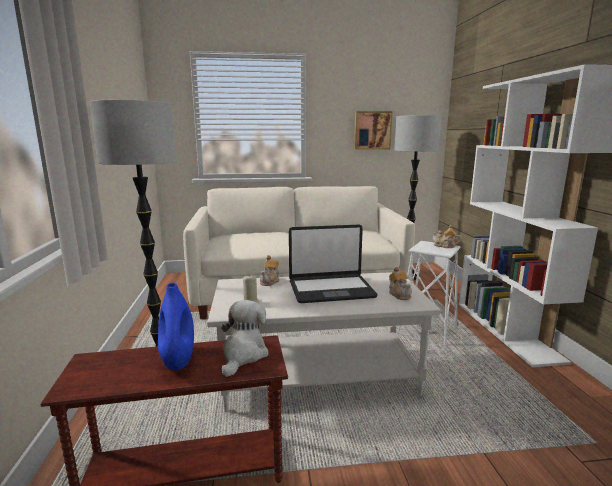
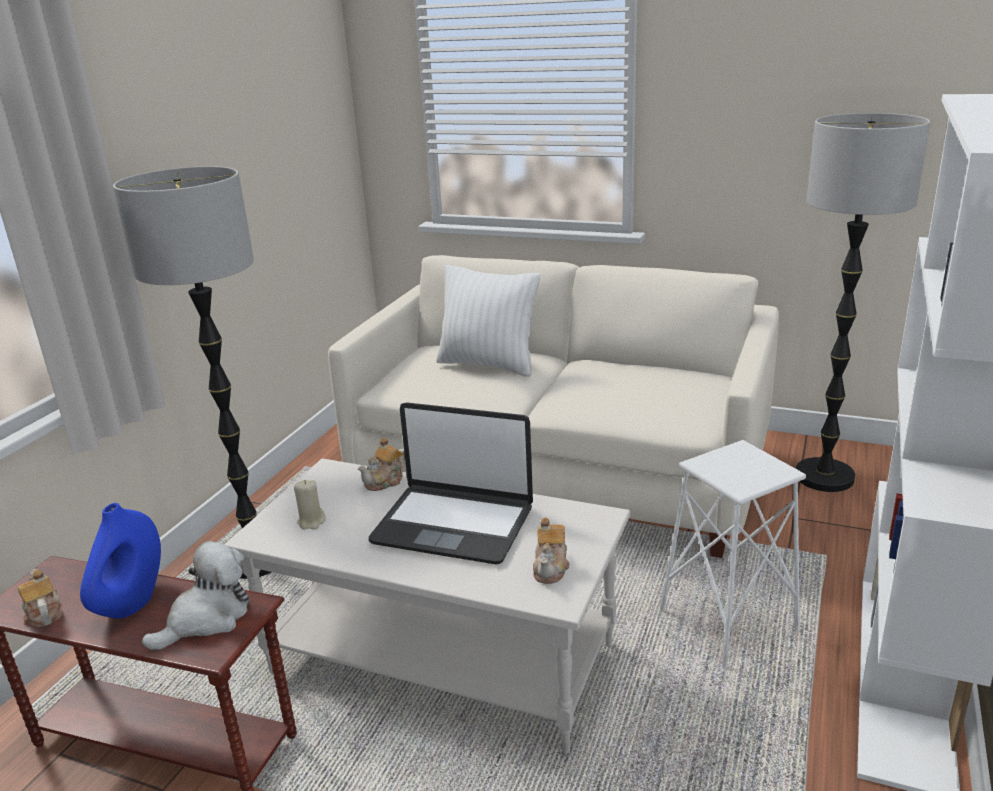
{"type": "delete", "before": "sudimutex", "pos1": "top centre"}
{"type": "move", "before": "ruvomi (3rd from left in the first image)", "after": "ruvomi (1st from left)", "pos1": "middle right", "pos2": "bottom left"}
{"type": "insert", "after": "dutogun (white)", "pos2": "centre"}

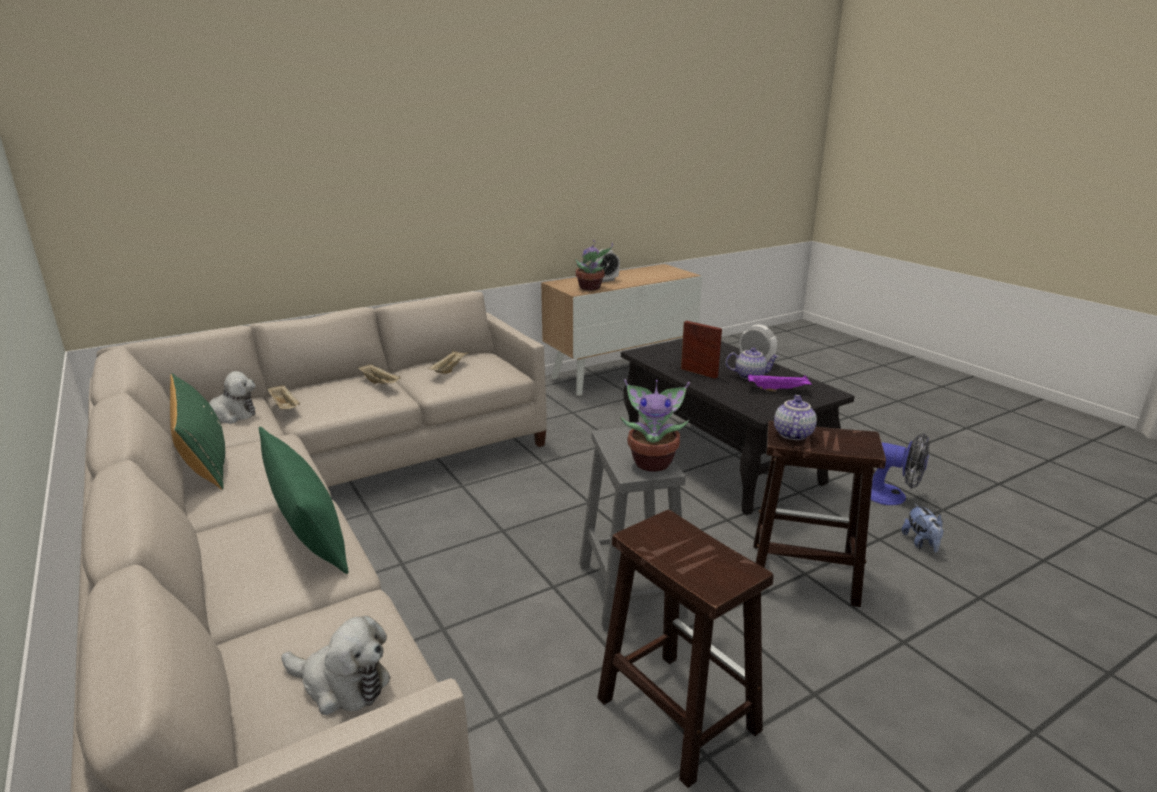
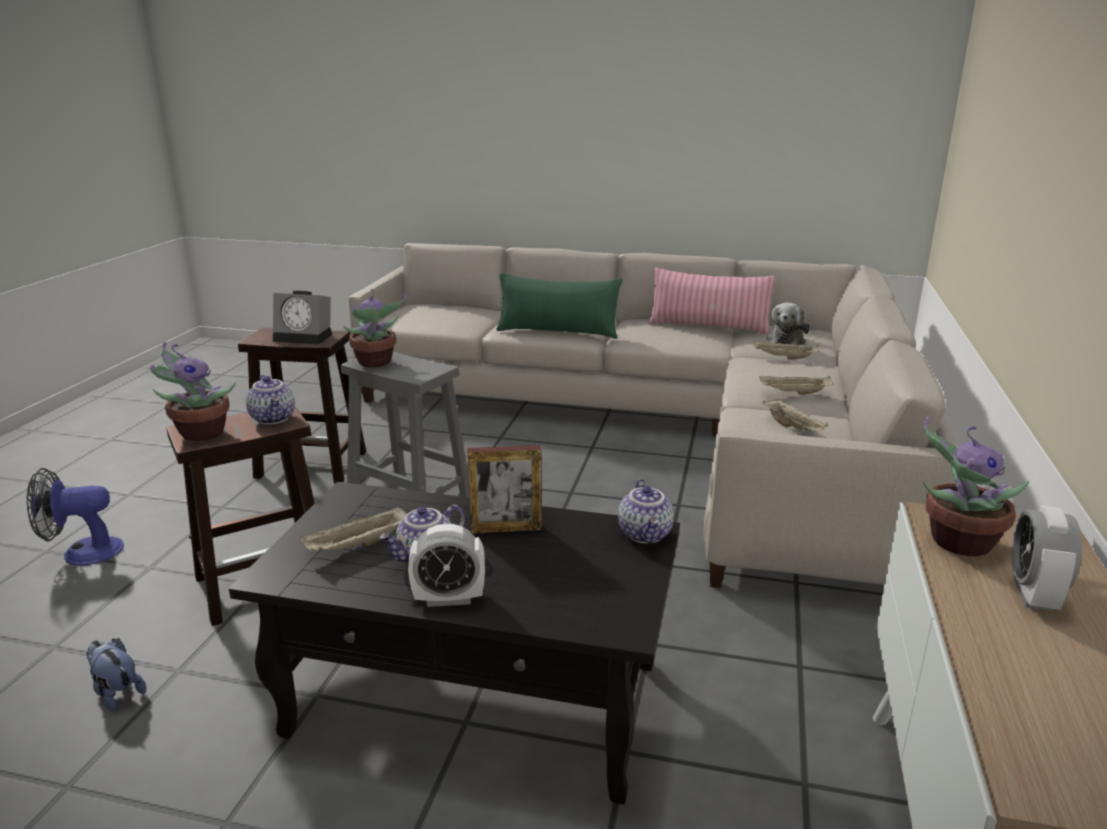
{"type": "recolor", "before": "dutogun (green) (1st from left)", "after": "dutogun (pink)", "pos1": "middle left", "pos2": "centre"}
{"type": "recolor", "before": "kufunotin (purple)", "after": "kufunotin (beige) (1st from left)", "pos1": "middle right", "pos2": "middle left"}
{"type": "move", "before": "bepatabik", "pos1": "middle right", "pos2": "middle left"}
{"type": "delete", "before": "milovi (2nd from left)", "pos1": "bottom left"}
{"type": "insert", "after": "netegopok (1st from left)", "pos2": "middle left"}
{"type": "insert", "after": "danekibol (1st from left)", "pos2": "middle left"}
{"type": "insert", "after": "ruvomi (3rd from left)", "pos2": "centre"}

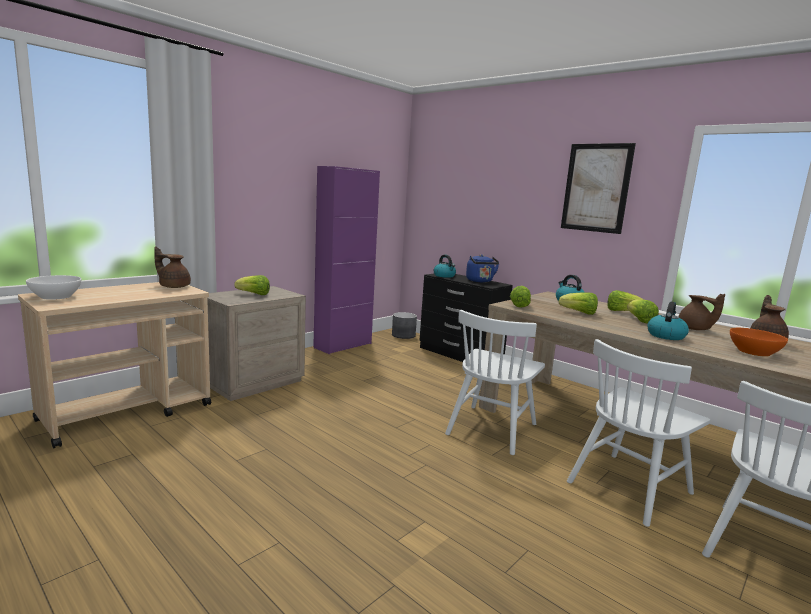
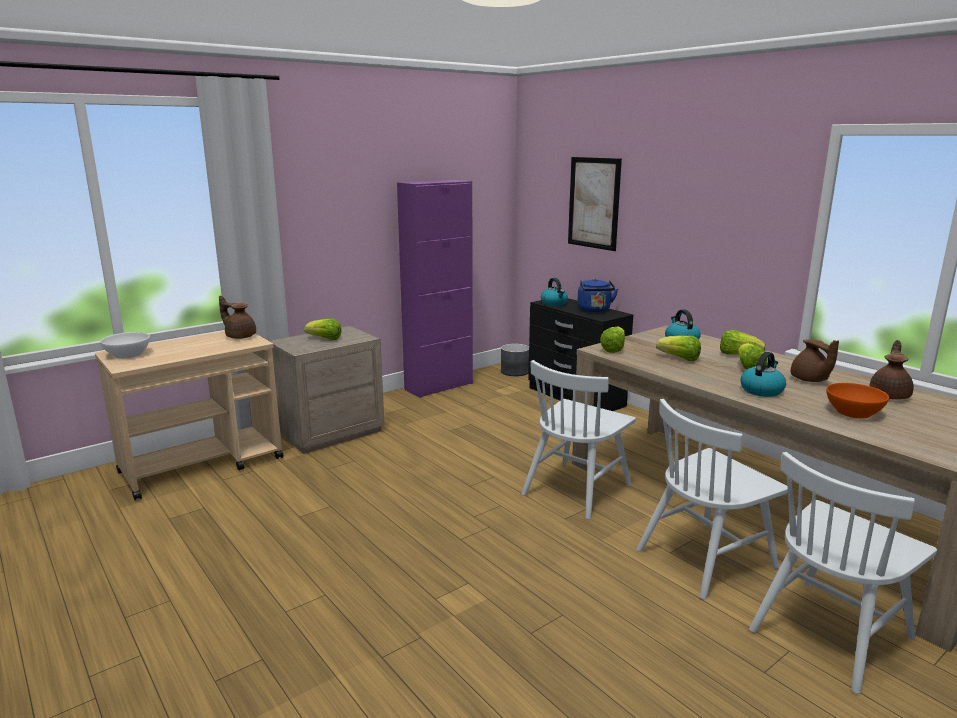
{"type": "move", "before": "sudimutex", "pos1": "top right", "pos2": "top centre"}

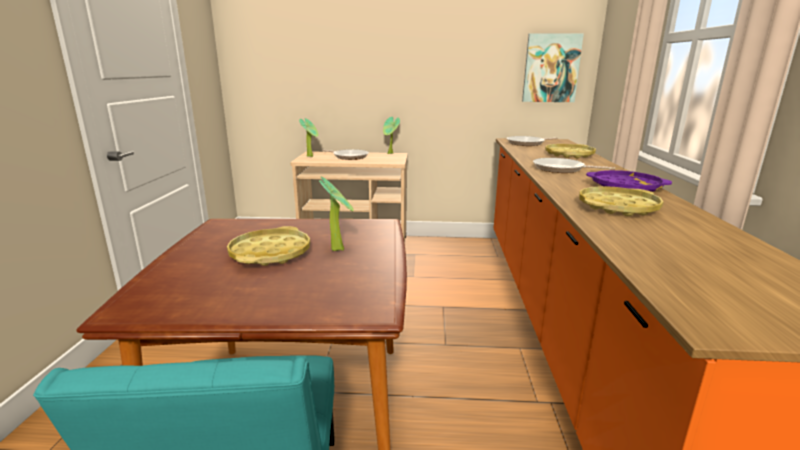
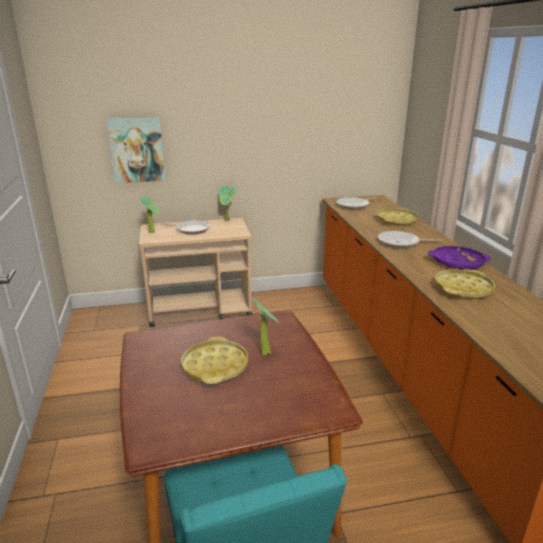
{"type": "move", "before": "sudimutex", "pos1": "top right", "pos2": "top left"}

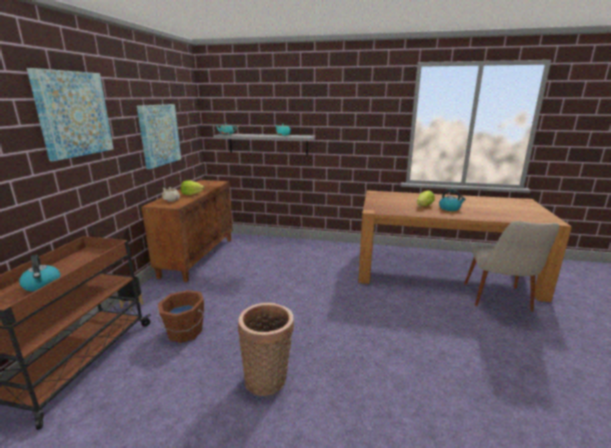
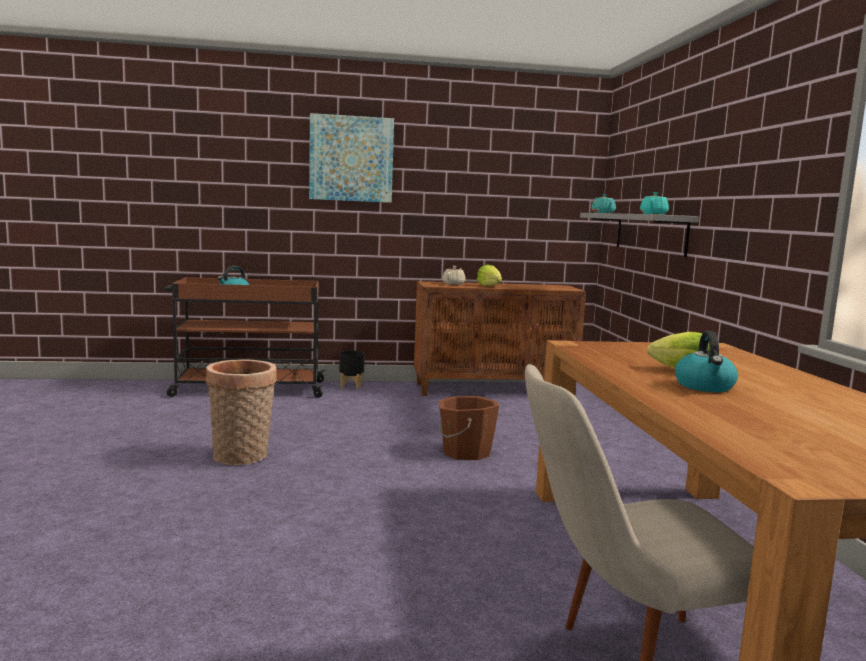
{"type": "delete", "before": "sudimutex (2nd from left)", "pos1": "top left"}
{"type": "move", "before": "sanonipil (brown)", "pos1": "bottom left", "pos2": "centre"}

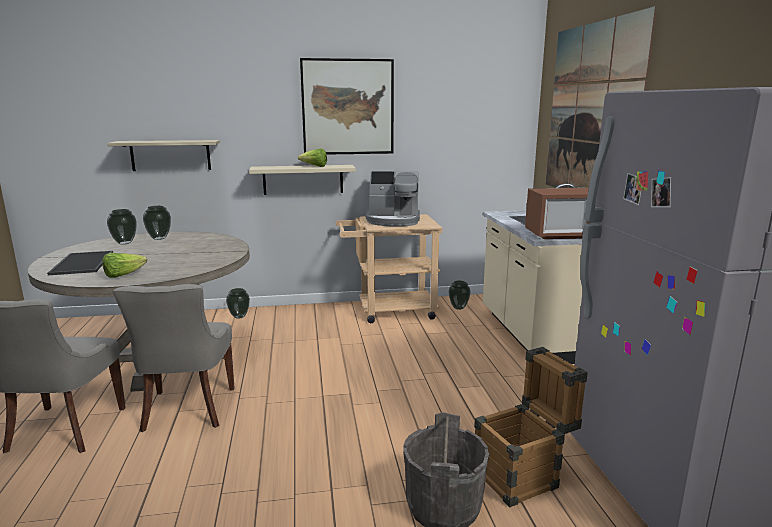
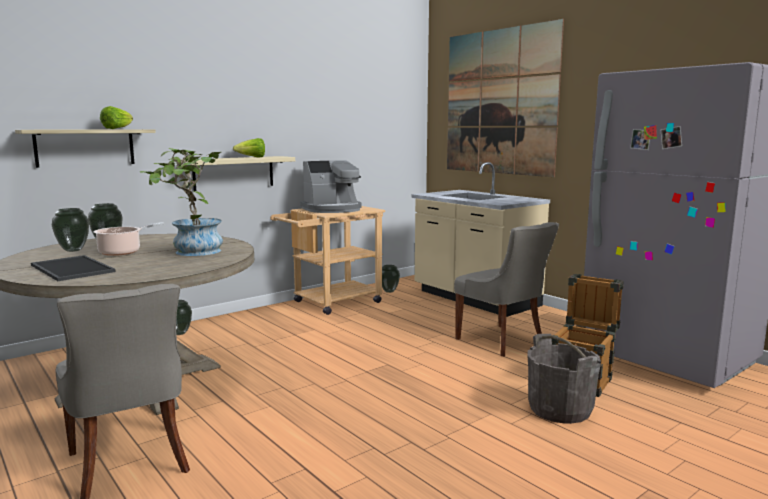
{"type": "delete", "before": "sudimutex (1st from left)", "pos1": "top centre"}
{"type": "delete", "before": "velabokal", "pos1": "middle right"}
{"type": "move", "before": "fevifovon (1st from left)", "pos1": "middle left", "pos2": "top left"}
{"type": "move", "before": "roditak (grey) (2nd from left)", "pos1": "bottom left", "pos2": "centre"}
{"type": "insert", "after": "danekibol", "pos2": "middle left"}
{"type": "insert", "after": "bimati", "pos2": "middle left"}

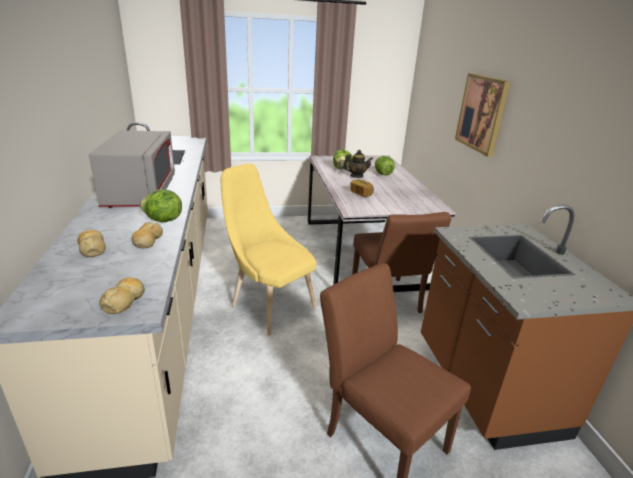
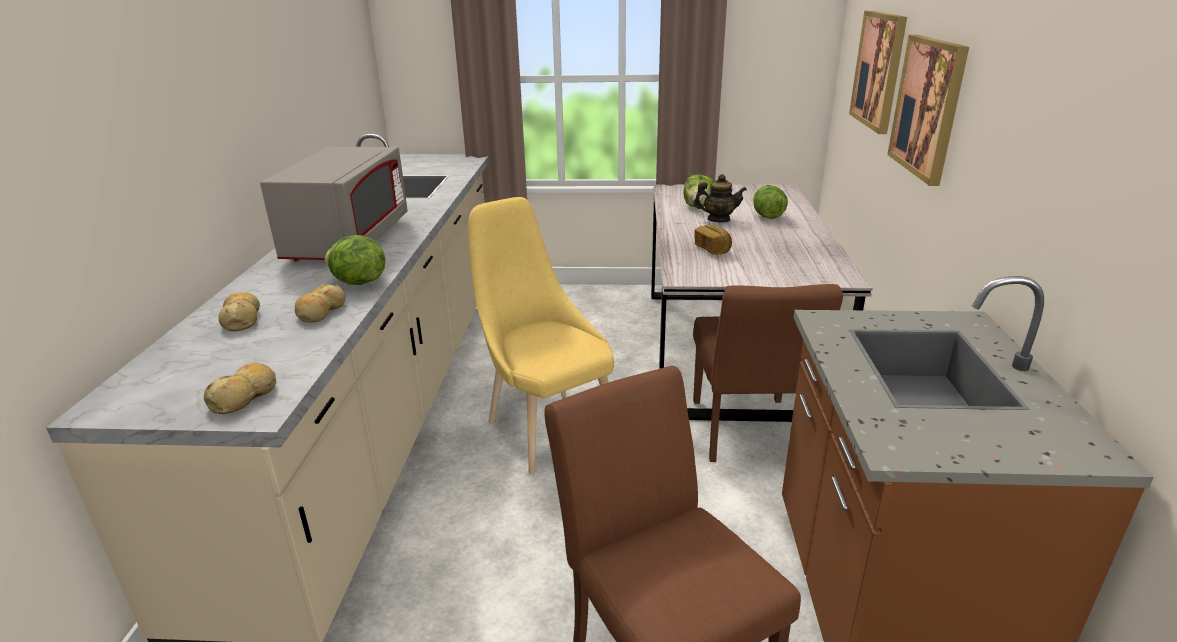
{"type": "insert", "after": "sudimutex (1st from left)", "pos2": "top right"}

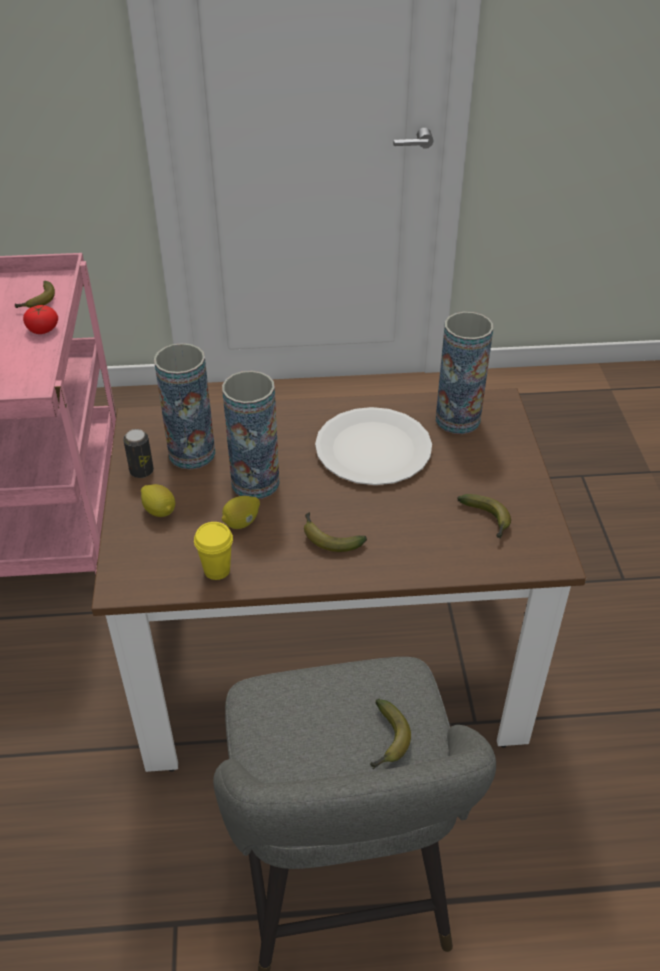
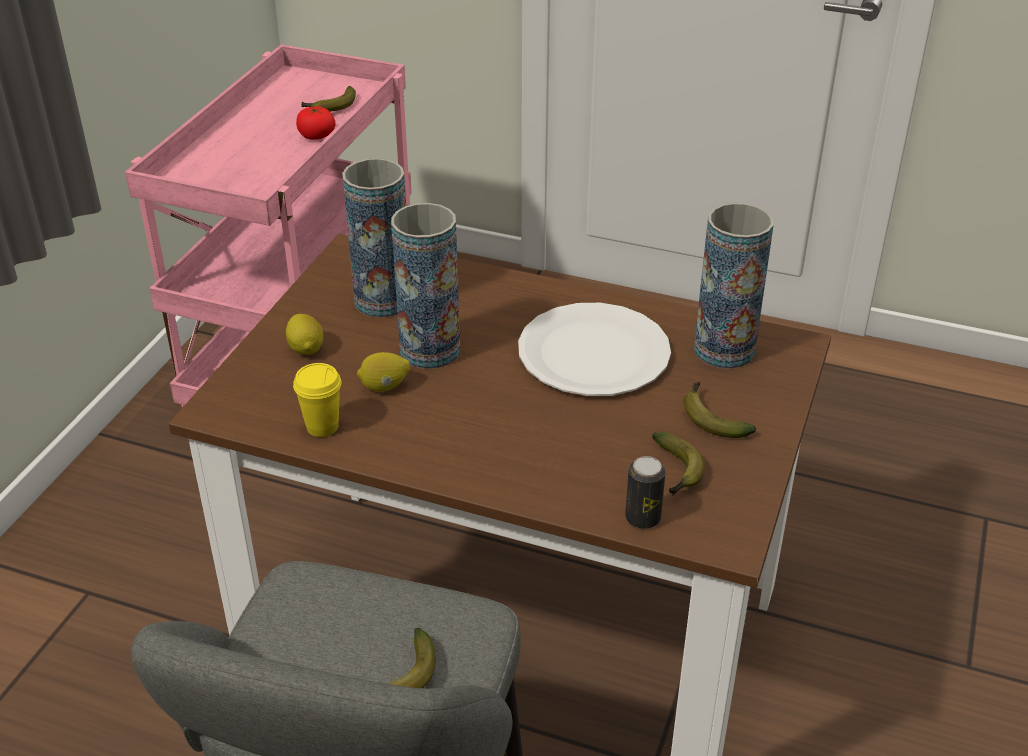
{"type": "move", "before": "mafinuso", "pos1": "middle left", "pos2": "centre"}
{"type": "move", "before": "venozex (2nd from left in the first image)", "after": "venozex (4th from left)", "pos1": "centre", "pos2": "middle right"}

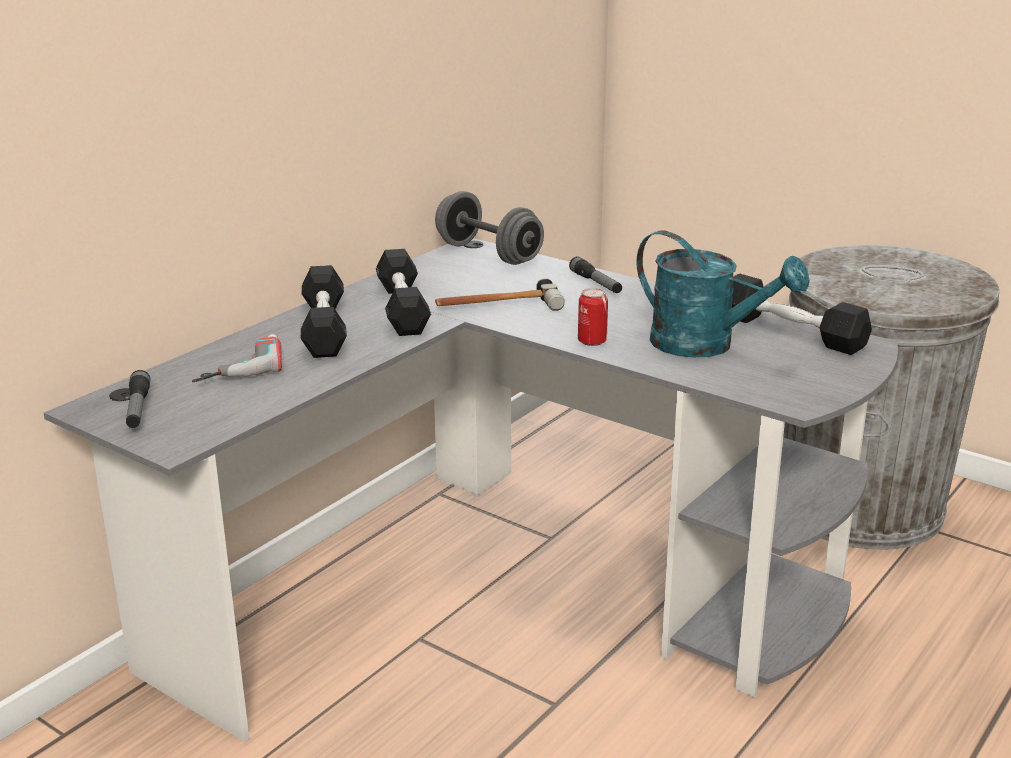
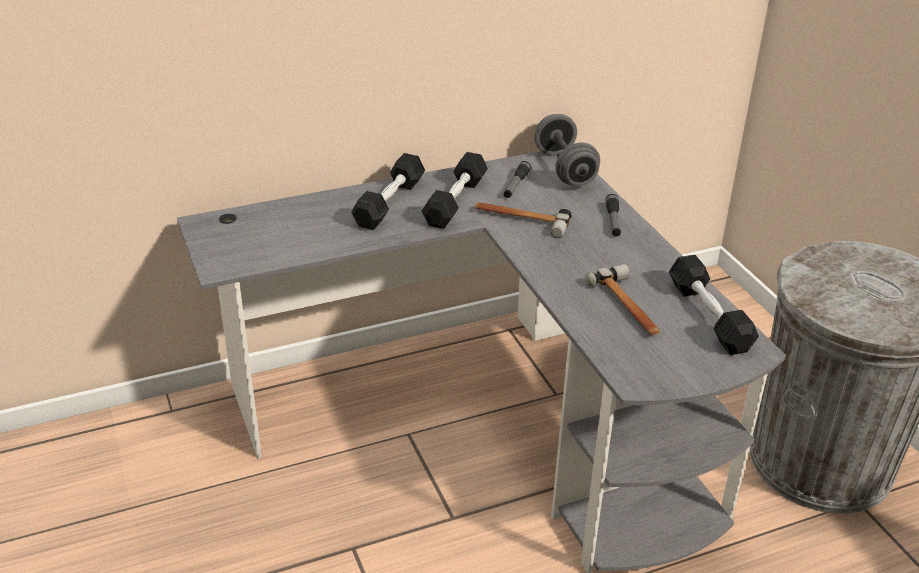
{"type": "replace", "before": "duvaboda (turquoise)", "after": "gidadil (2nd from left)", "pos1": "middle right", "pos2": "middle right"}
{"type": "delete", "before": "mafinuso", "pos1": "centre"}
{"type": "delete", "before": "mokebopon", "pos1": "middle left"}
{"type": "move", "before": "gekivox (1st from left)", "pos1": "middle left", "pos2": "top centre"}

